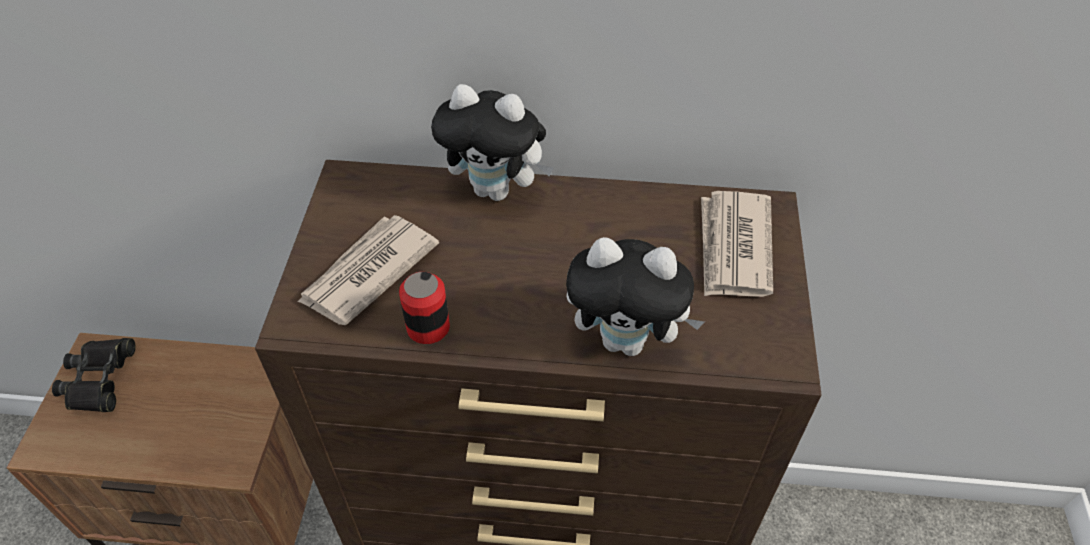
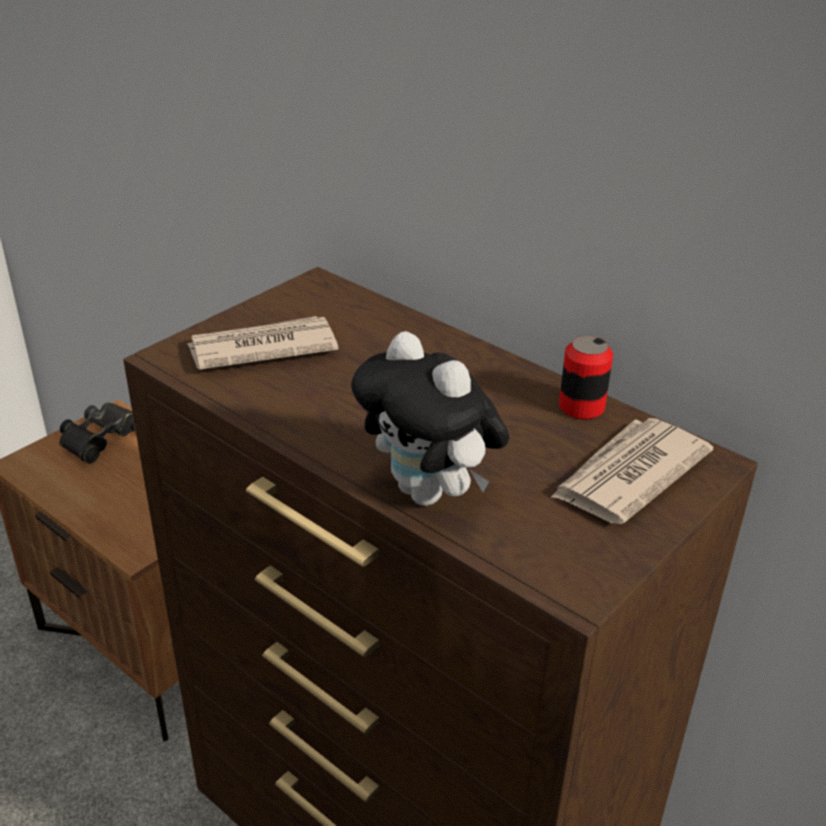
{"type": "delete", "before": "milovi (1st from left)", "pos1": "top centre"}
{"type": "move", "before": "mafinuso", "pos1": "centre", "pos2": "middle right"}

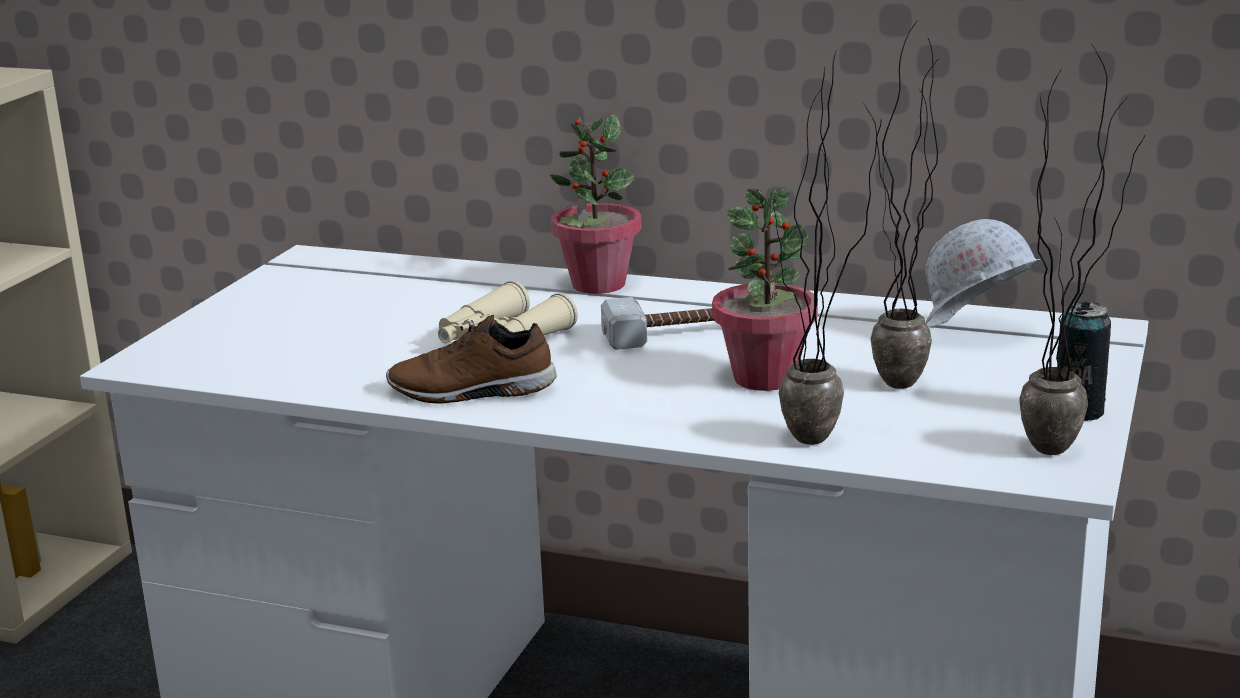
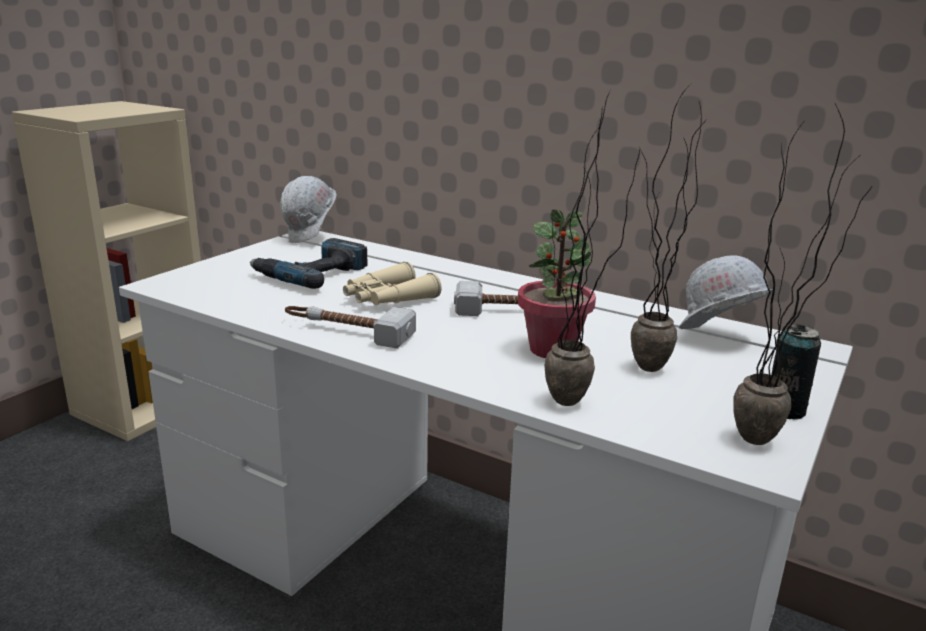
{"type": "delete", "before": "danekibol (1st from left)", "pos1": "top centre"}
{"type": "replace", "before": "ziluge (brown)", "after": "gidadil (1st from left)", "pos1": "centre", "pos2": "centre"}
{"type": "insert", "after": "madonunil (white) (1st from left)", "pos2": "top left"}
{"type": "insert", "after": "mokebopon", "pos2": "middle left"}

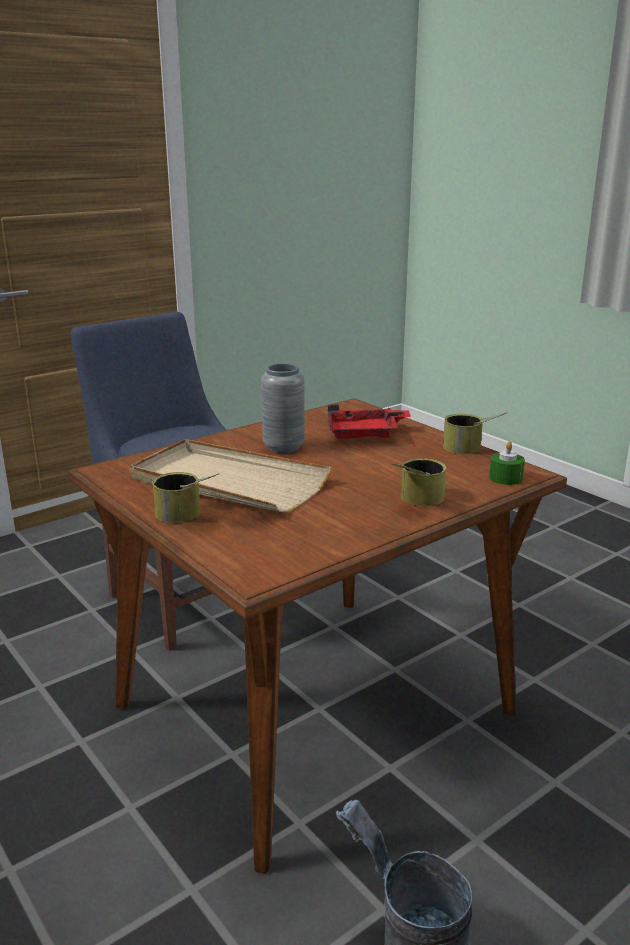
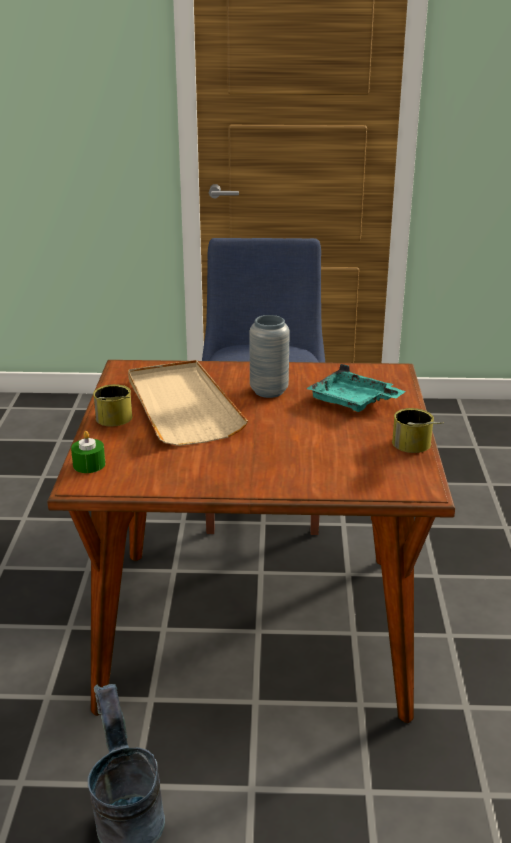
{"type": "recolor", "before": "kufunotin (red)", "after": "kufunotin (turquoise)", "pos1": "centre", "pos2": "middle right"}
{"type": "move", "before": "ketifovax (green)", "pos1": "middle right", "pos2": "middle left"}
{"type": "delete", "before": "mafinuso (2nd from left)", "pos1": "centre"}

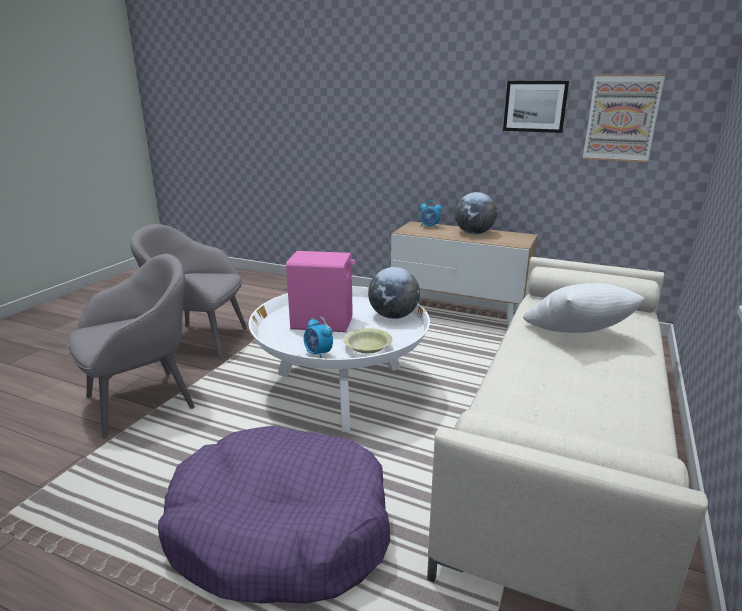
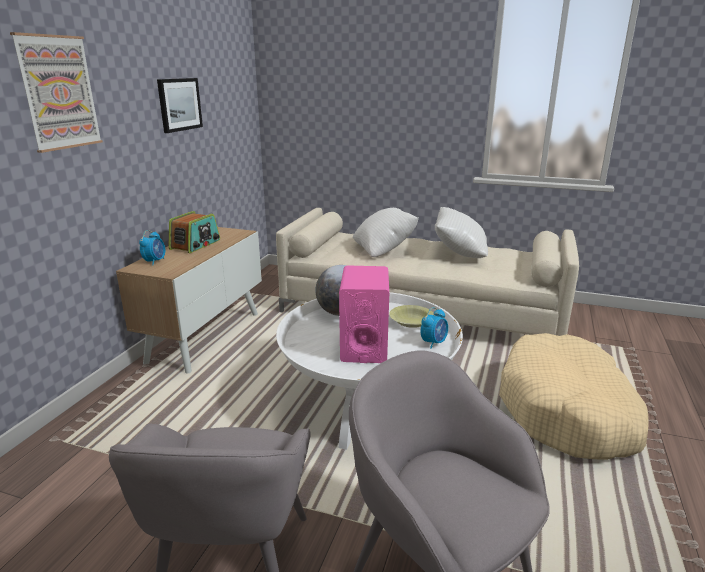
{"type": "move", "before": "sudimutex (2nd from left in the first image)", "after": "sudimutex (1st from left)", "pos1": "top right", "pos2": "top left"}
{"type": "replace", "before": "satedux (2nd from left)", "after": "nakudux", "pos1": "centre", "pos2": "middle left"}
{"type": "recolor", "before": "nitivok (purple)", "after": "nitivok (beige)", "pos1": "bottom centre", "pos2": "bottom right"}
{"type": "insert", "after": "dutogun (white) (2nd from left)", "pos2": "centre"}

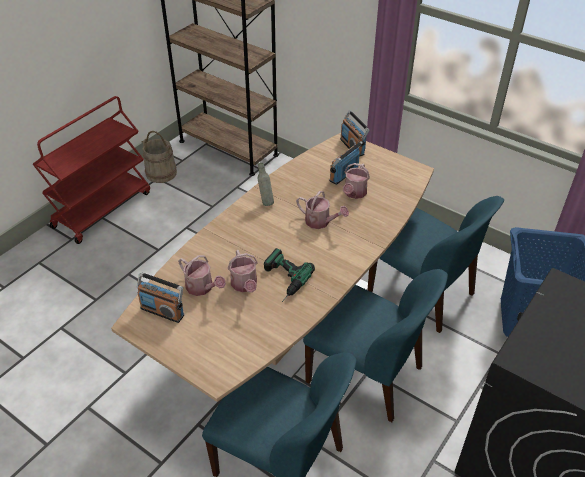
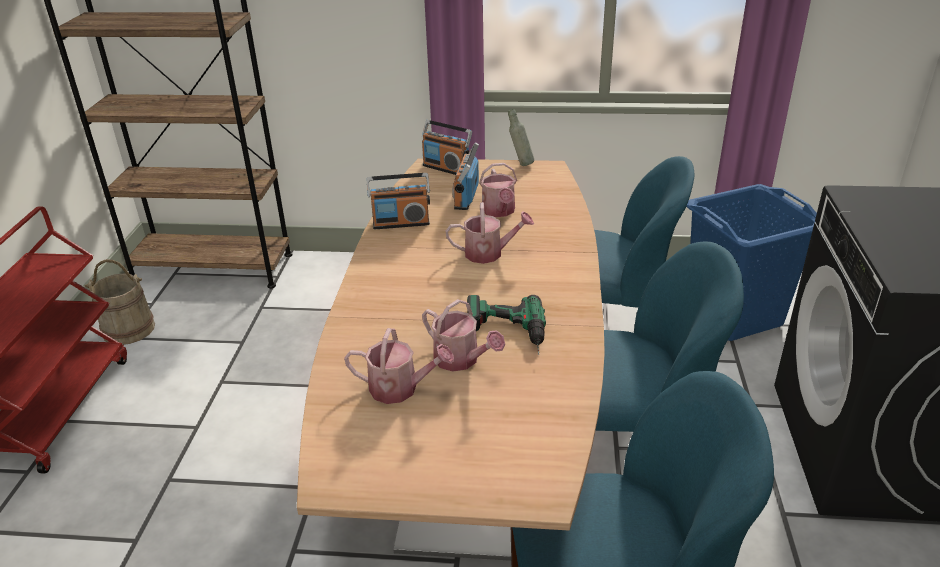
{"type": "move", "before": "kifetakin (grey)", "pos1": "centre", "pos2": "top centre"}
{"type": "move", "before": "nakudux (1st from left)", "pos1": "middle left", "pos2": "centre"}

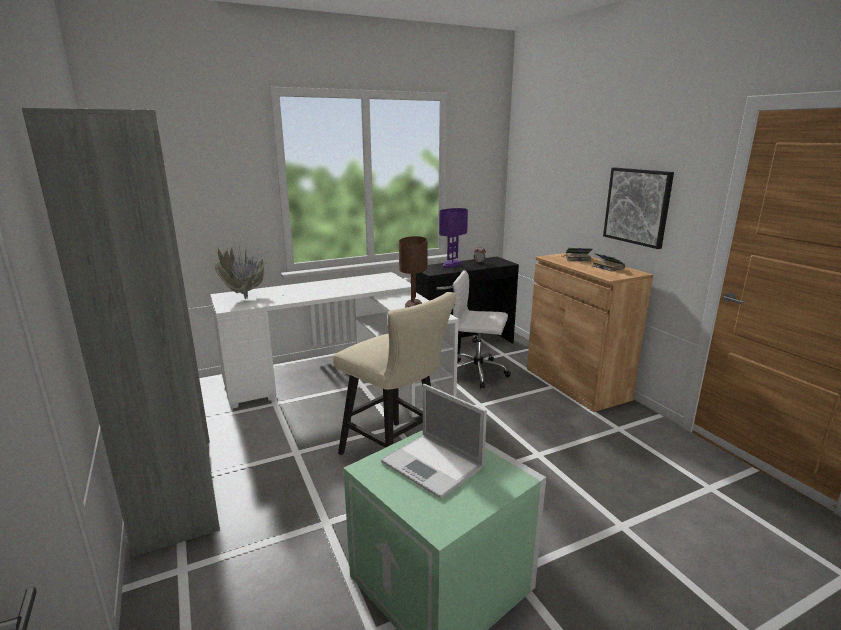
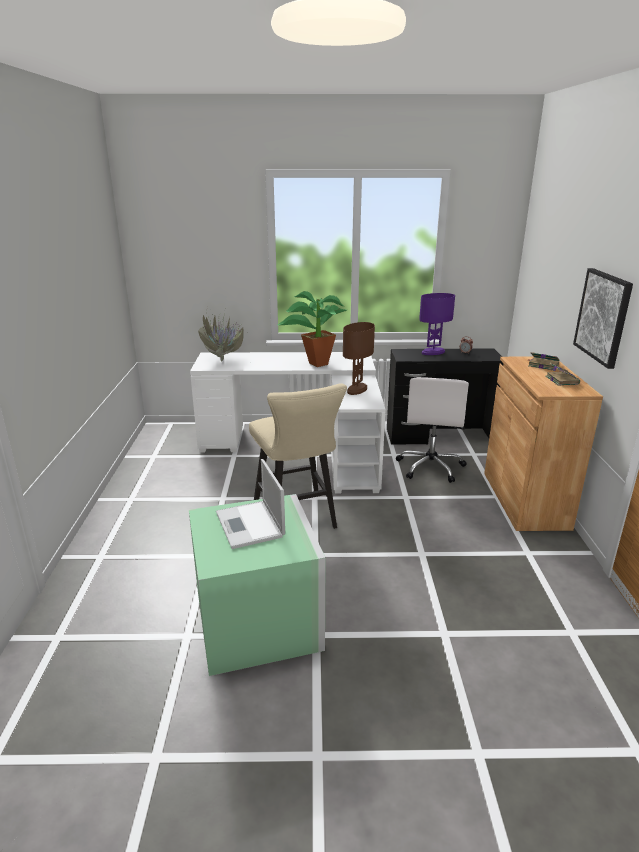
{"type": "delete", "before": "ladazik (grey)", "pos1": "middle left"}
{"type": "rotate", "before": "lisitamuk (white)", "pos1": "centre", "pos2": "middle right", "turn": -120}
{"type": "insert", "after": "danekibol (2nd from left)", "pos2": "centre"}

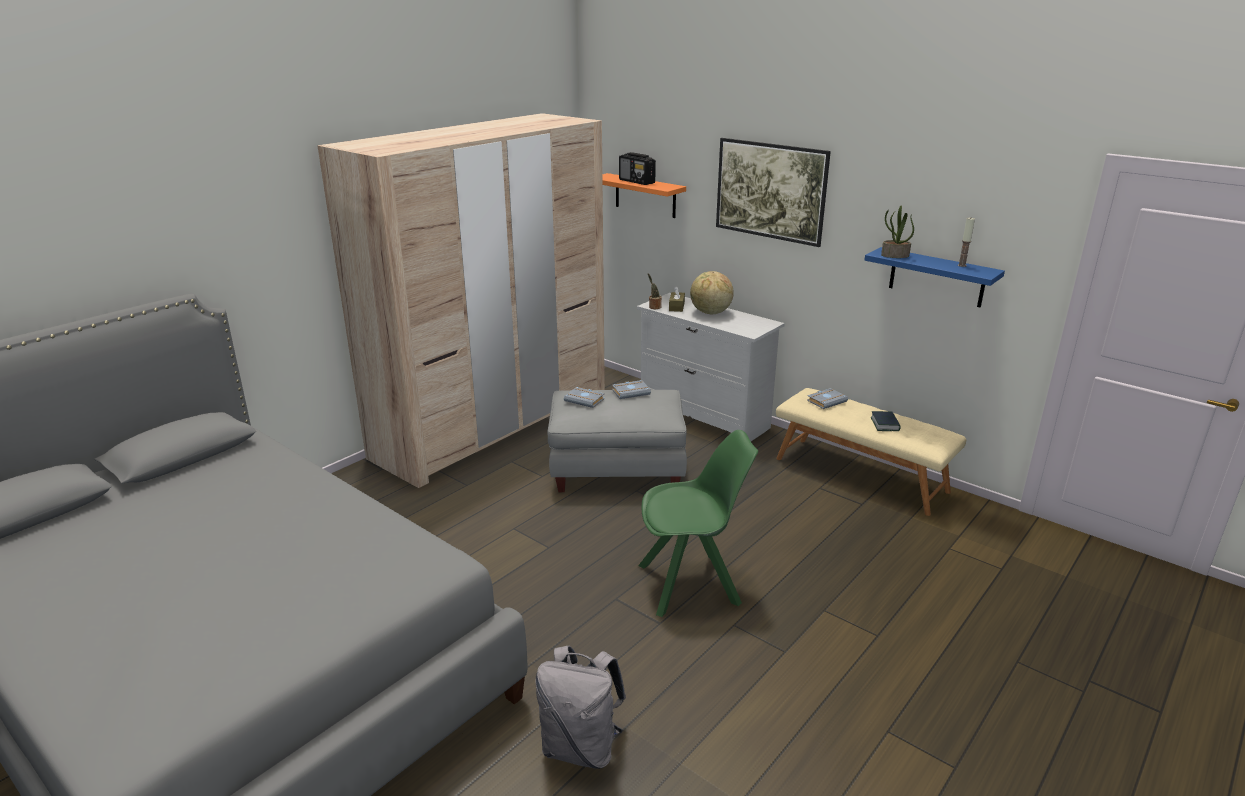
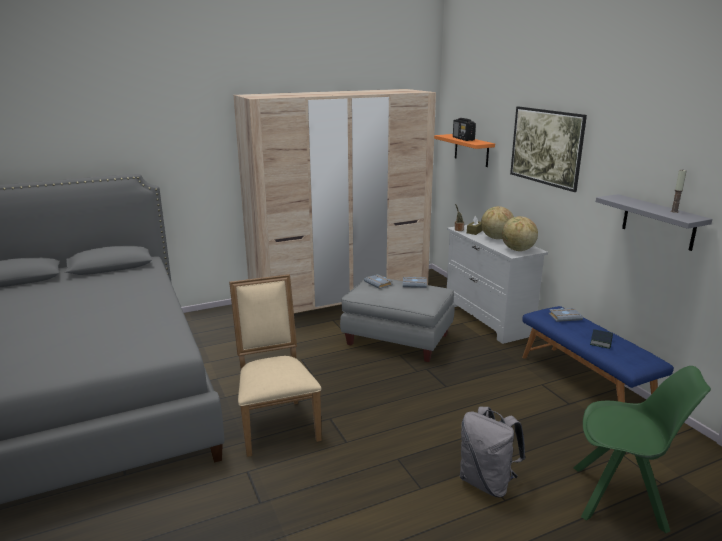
{"type": "delete", "before": "danekibol (2nd from left)", "pos1": "top right"}
{"type": "recolor", "before": "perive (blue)", "after": "perive (grey)", "pos1": "middle right", "pos2": "middle right"}
{"type": "recolor", "before": "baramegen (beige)", "after": "baramegen (blue)", "pos1": "middle right", "pos2": "middle right"}
{"type": "move", "before": "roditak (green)", "pos1": "centre", "pos2": "bottom right"}
{"type": "move", "before": "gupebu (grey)", "pos1": "bottom centre", "pos2": "bottom right"}
{"type": "insert", "after": "satedux (2nd from left)", "pos2": "middle right"}
{"type": "insert", "after": "roditak (beige)", "pos2": "bottom centre"}

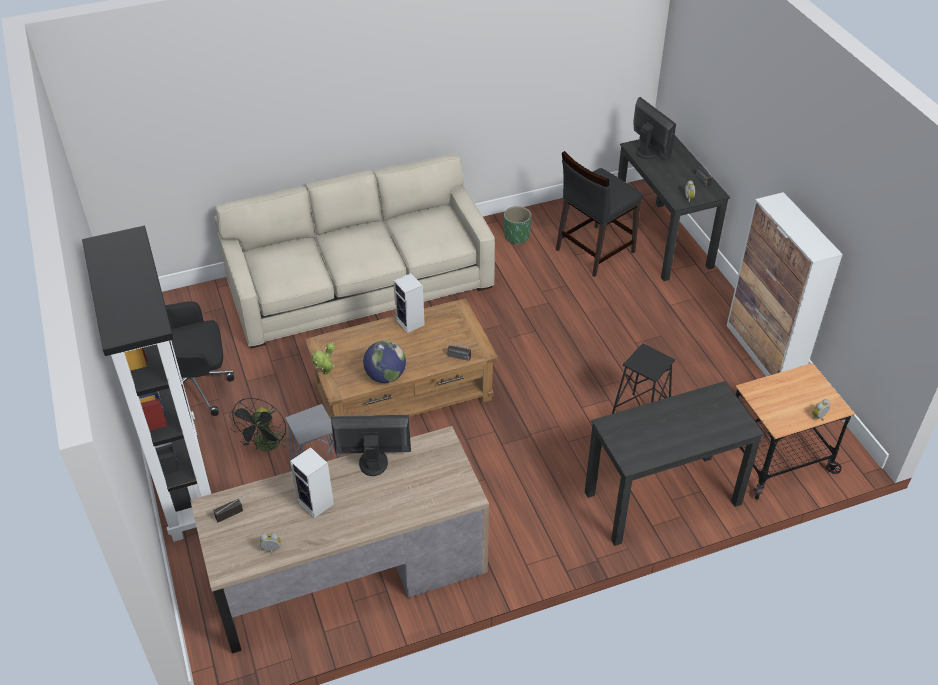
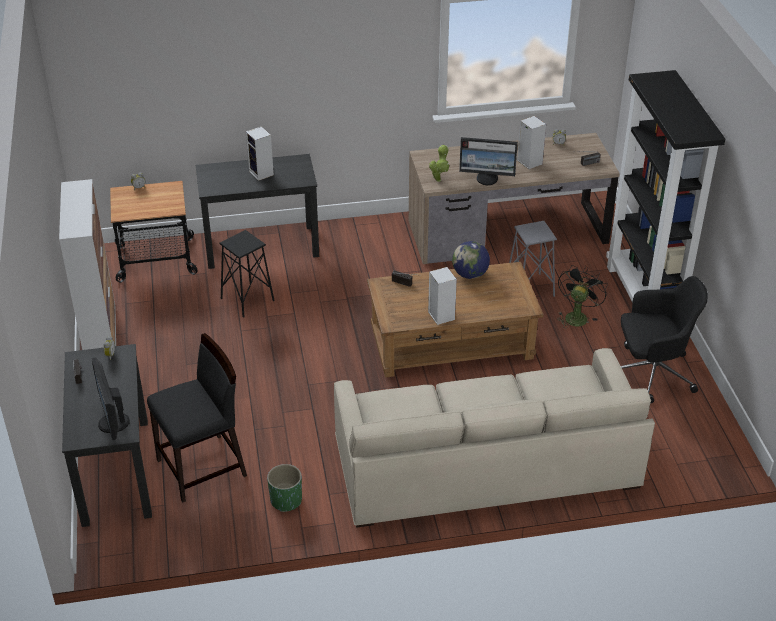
{"type": "move", "before": "danekibol", "pos1": "centre", "pos2": "top centre"}
{"type": "insert", "after": "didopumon (1st from left)", "pos2": "top centre"}

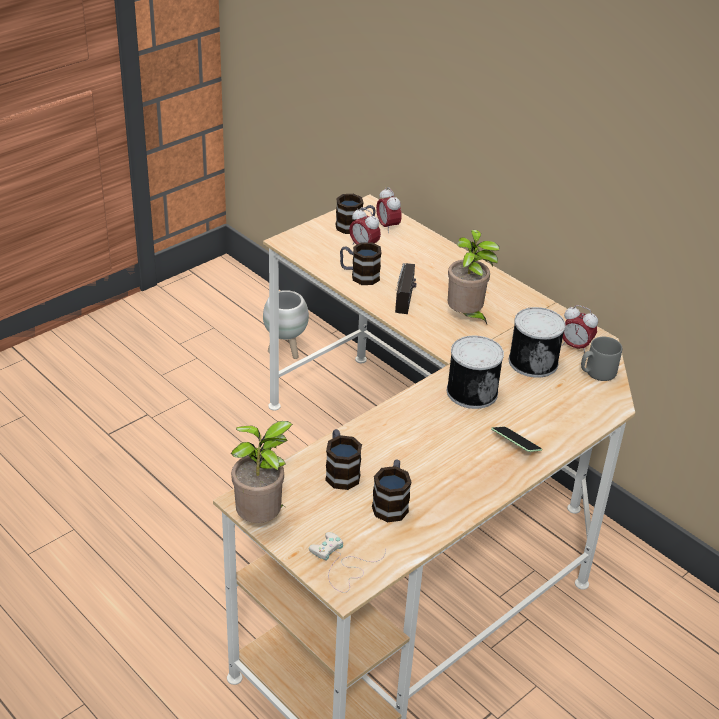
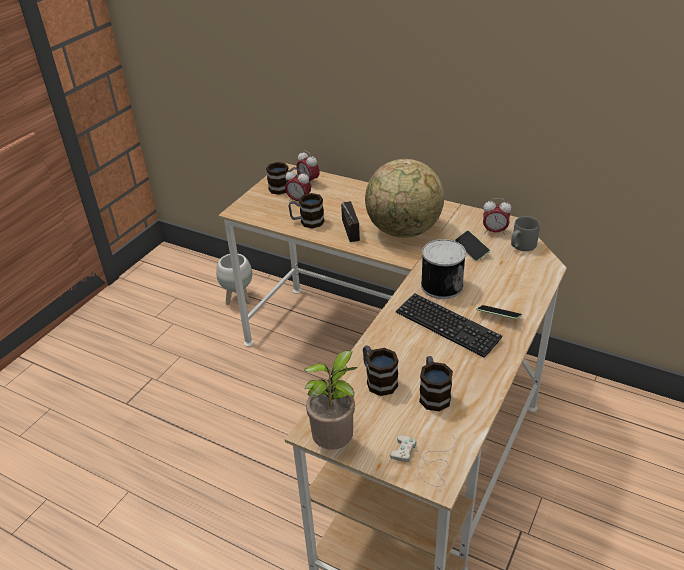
{"type": "replace", "before": "danekibol (2nd from left)", "after": "satedux", "pos1": "centre", "pos2": "centre"}
{"type": "replace", "before": "mafinuso (2nd from left)", "after": "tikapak (1st from left)", "pos1": "middle right", "pos2": "middle right"}
{"type": "insert", "after": "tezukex", "pos2": "centre"}

